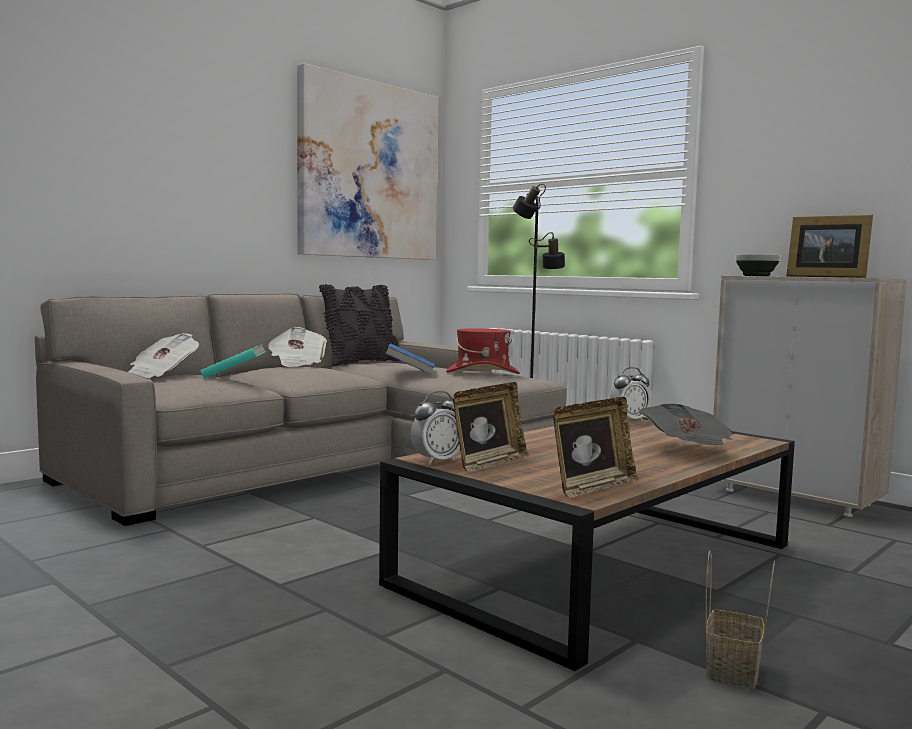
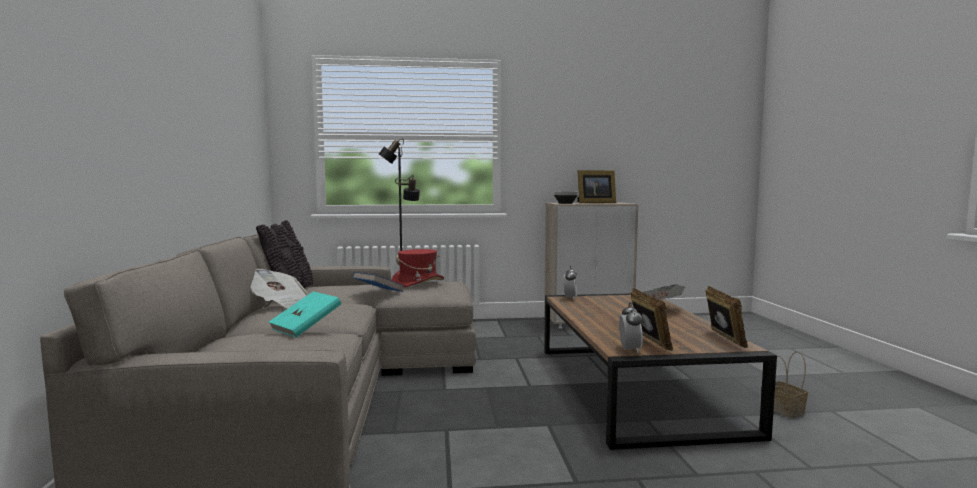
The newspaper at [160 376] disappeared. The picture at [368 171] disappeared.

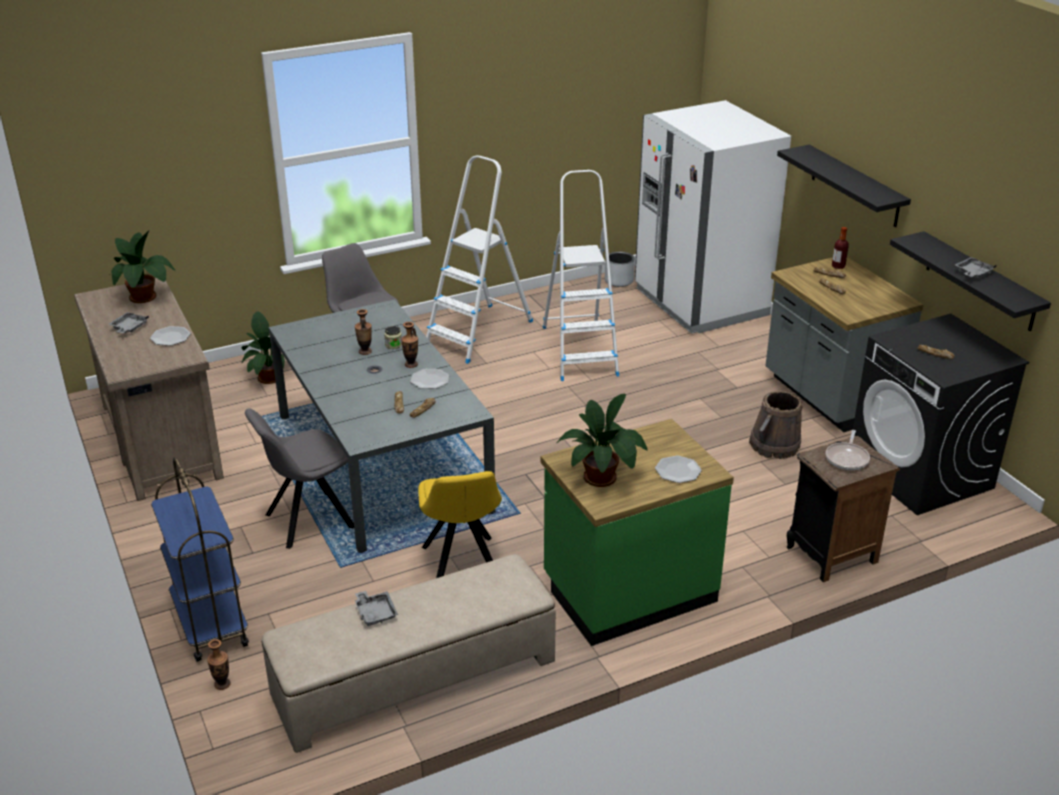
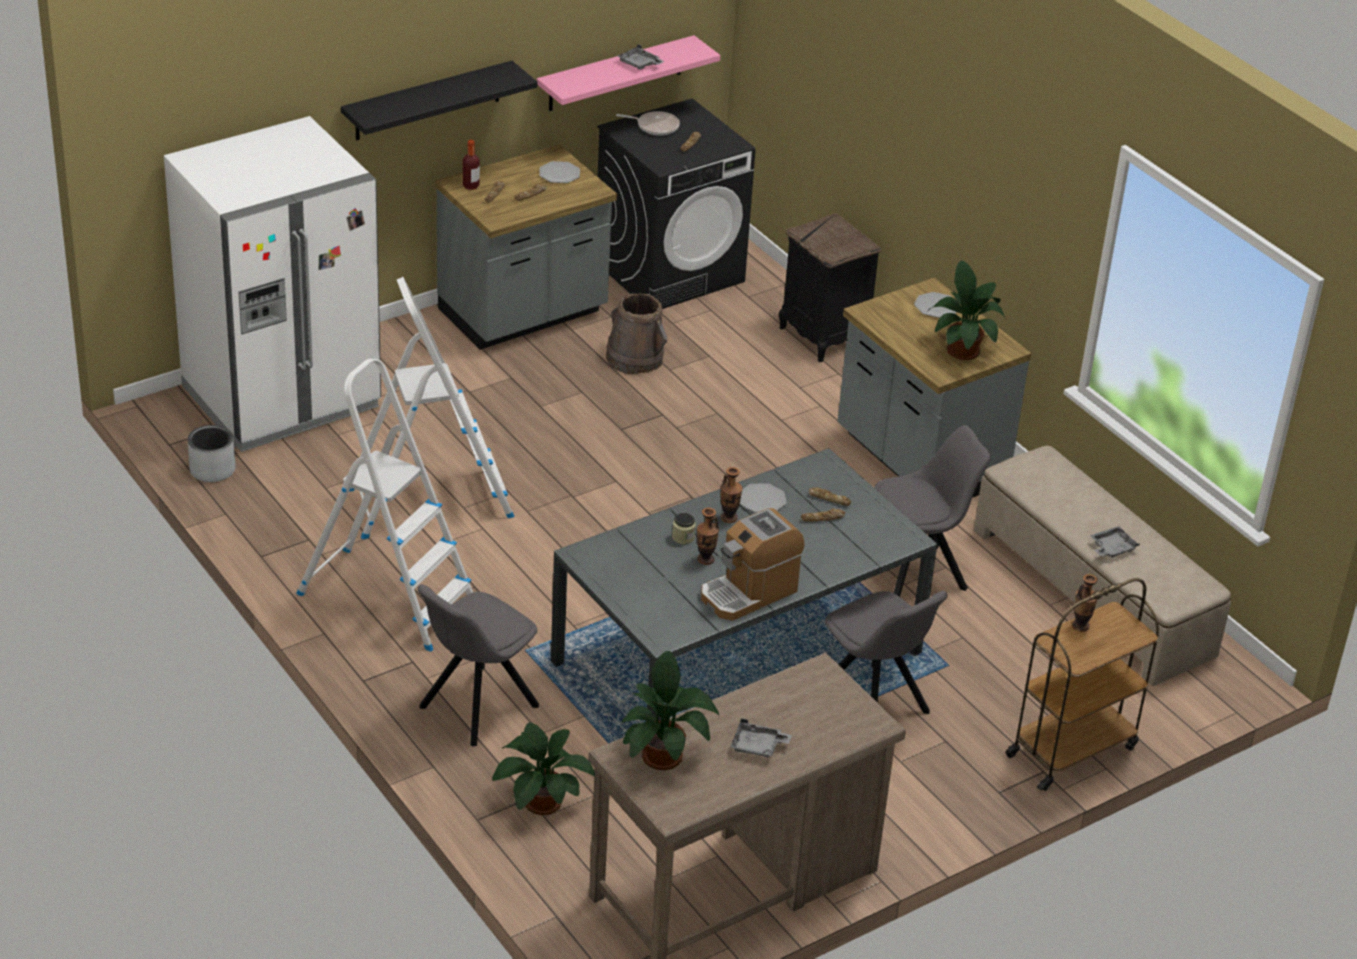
The shelf (black) at [980 281] became the shelf (pink) at [616 74]. The plate moved from [170 337] to [559 174]. The frying pan moved from [847 458] to [655 126]. The coffee machine at [748 592] appeared. The counter (green) at [628 590] became the counter (grey) at [918 461]. The chair (yellow) at [462 565] became the chair (grey) at [915 574]. The cart (blue) at [209 623] became the cart (brown) at [1073 751]. The vase moved from [222 684] to [1080 626].

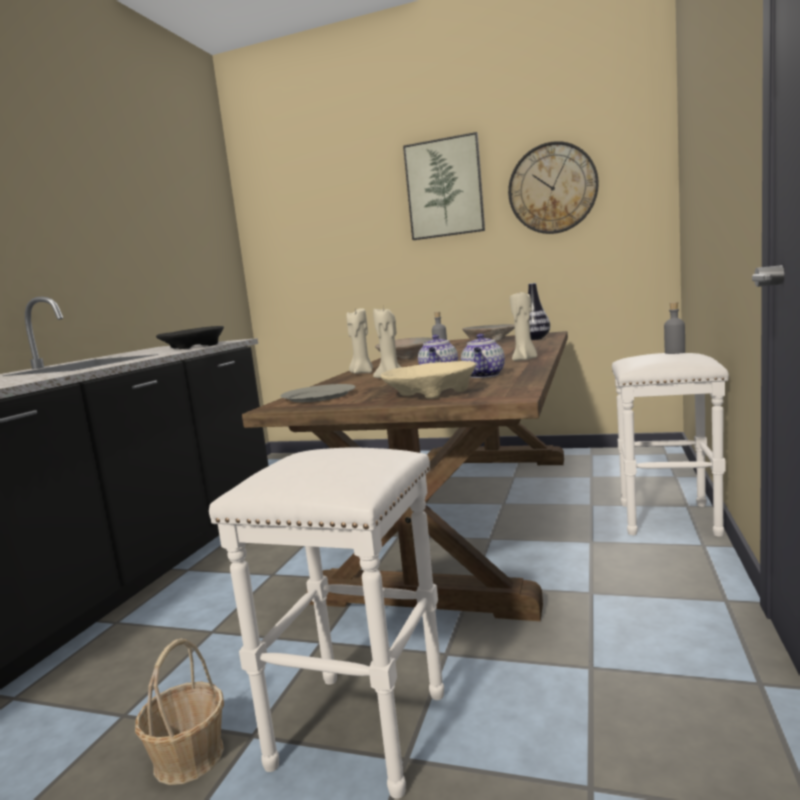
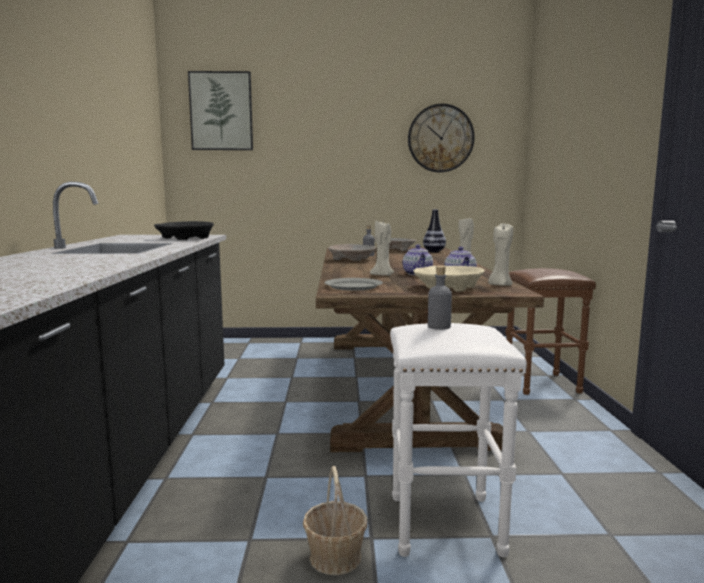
The picture moved from [444 188] to [221 111]. The bottle (grey) moved from [675 352] to [439 327]. The candle (beige) moved from [362 373] to [499 285]. The stool (white) at [670 519] became the stool (brown) at [543 384].

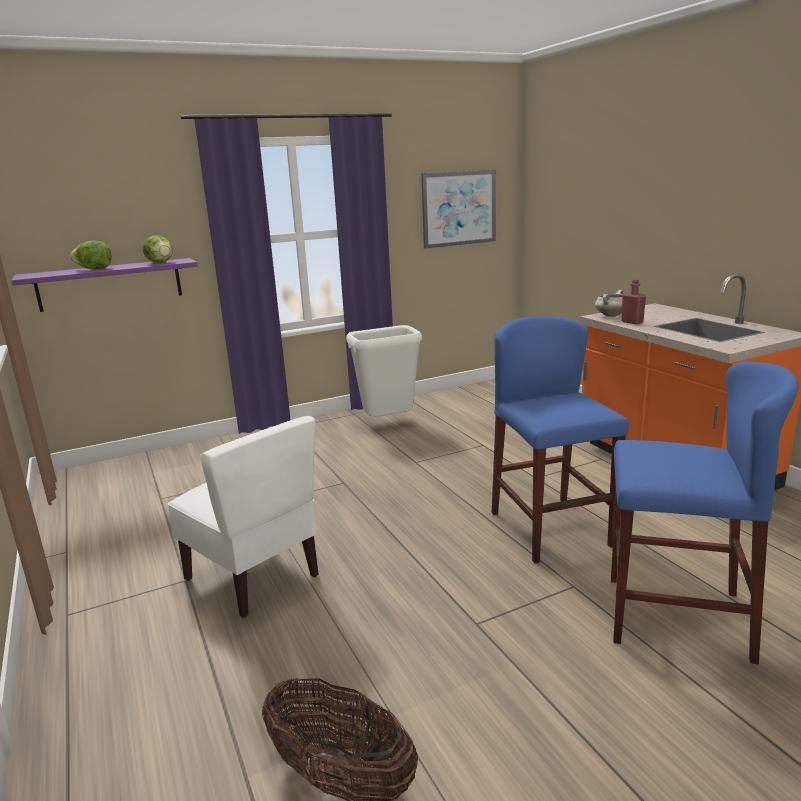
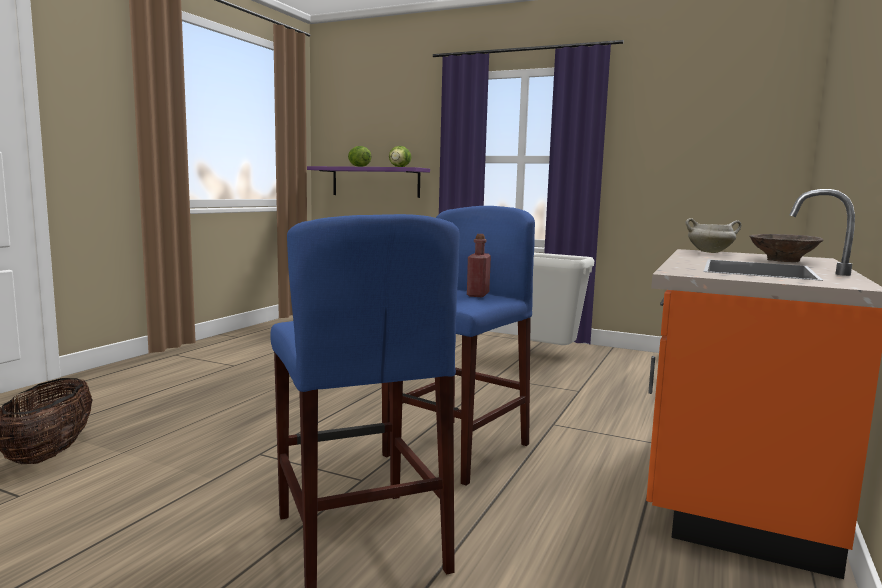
The bottle (red) moved from [632 322] to [478 295]. The bowl (brown) at [782 260] appeared. The chair (white) at [254 576] disappeared. The picture at [459 208] disappeared.

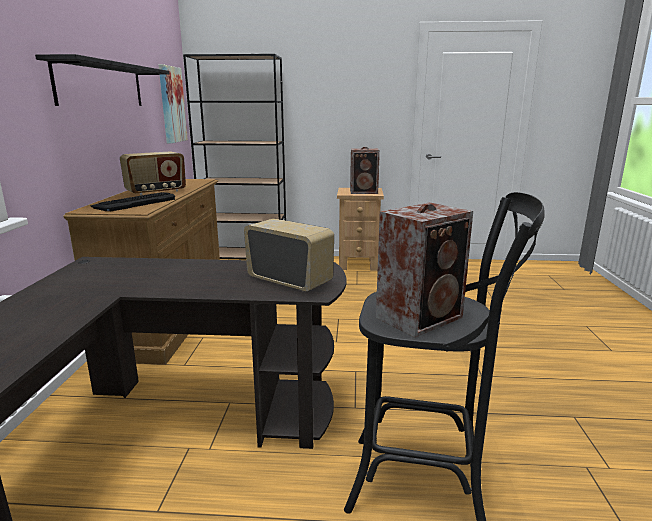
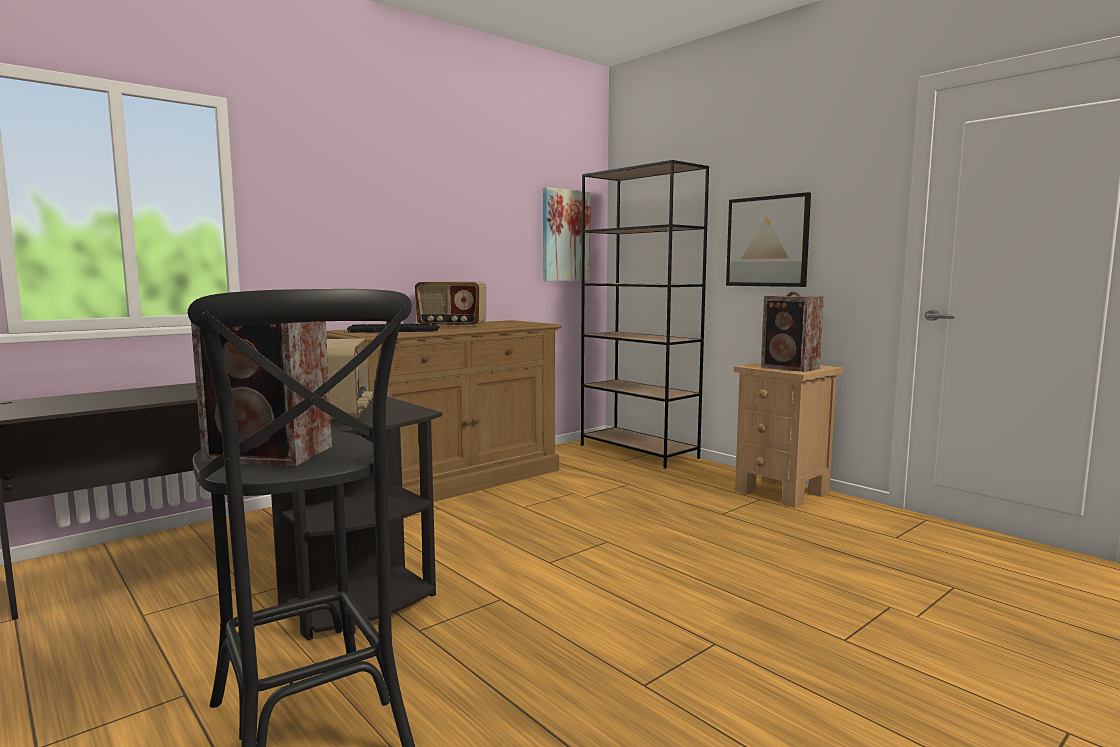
The picture at [767 241] appeared. The shelf (black) at [101 85] disappeared.

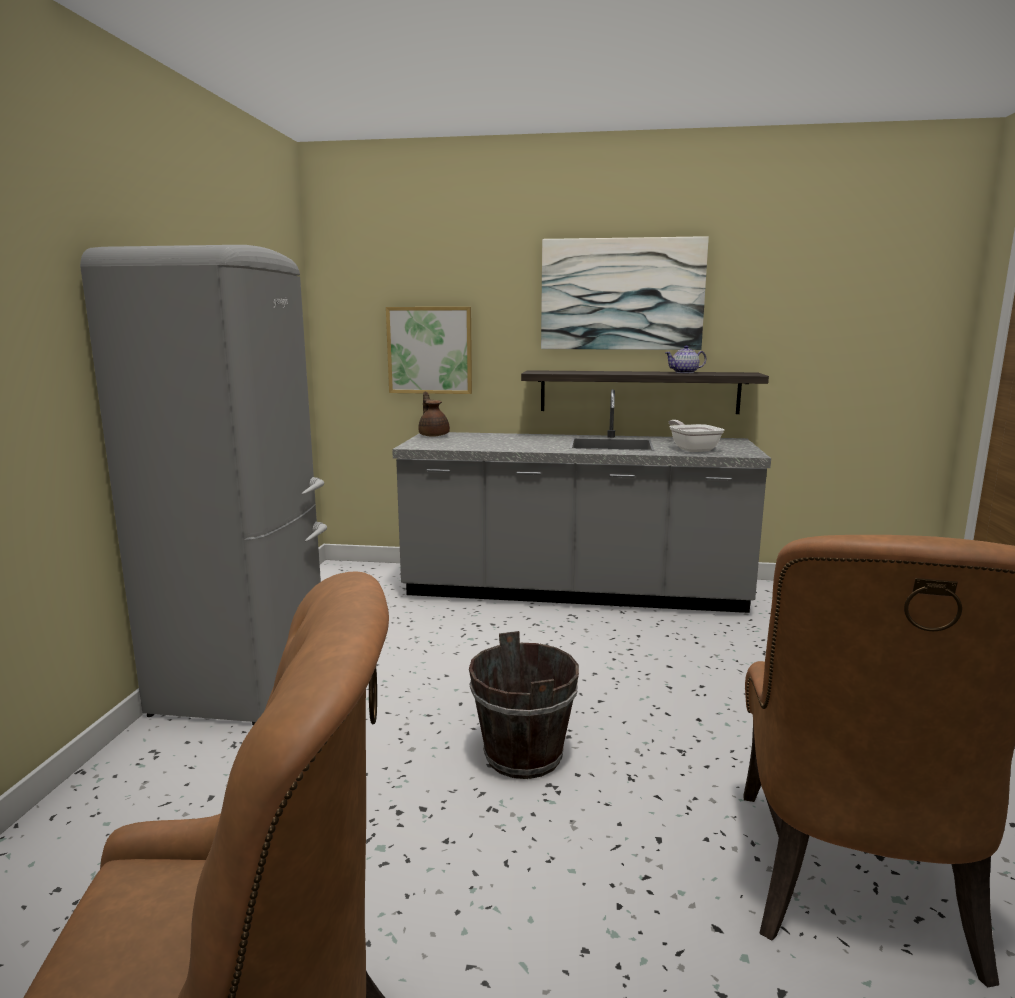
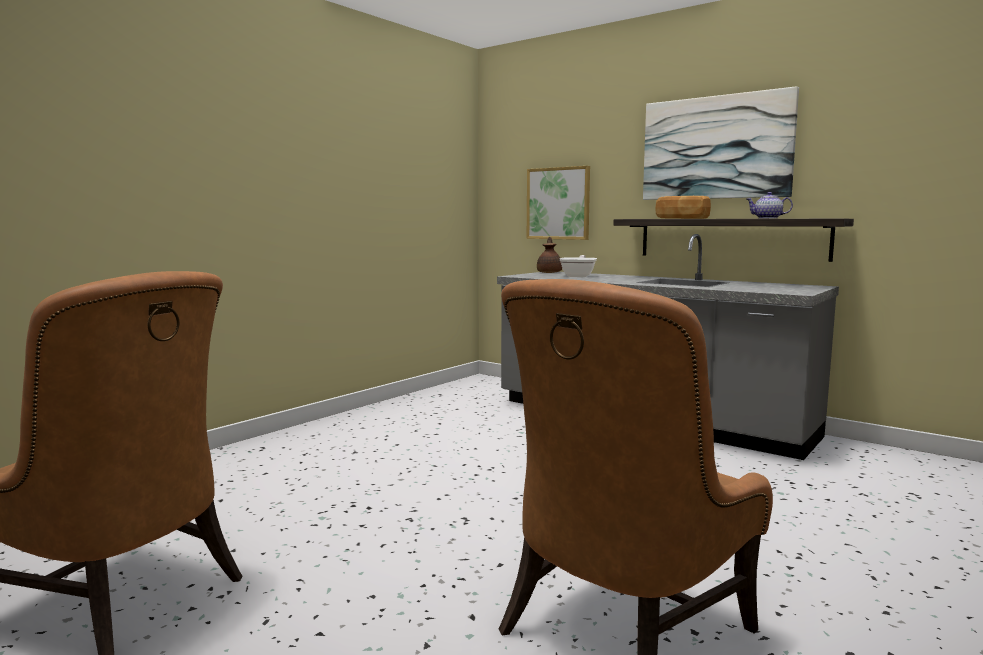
The frying pan moved from [692 449] to [579 276]. The bread at [681 218] appeared. The fridge (grey) at [247 686] disappeared. The bucket (brown) at [522 756] disappeared.

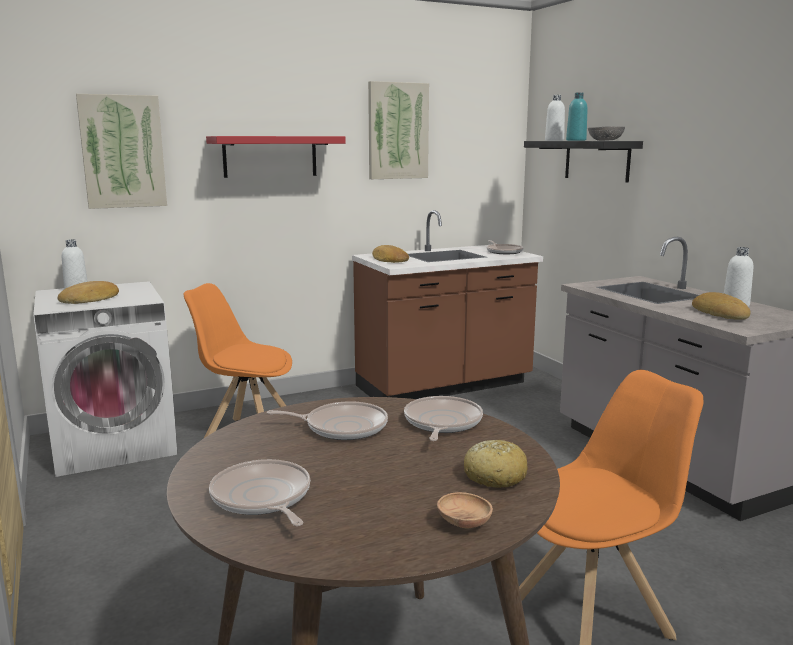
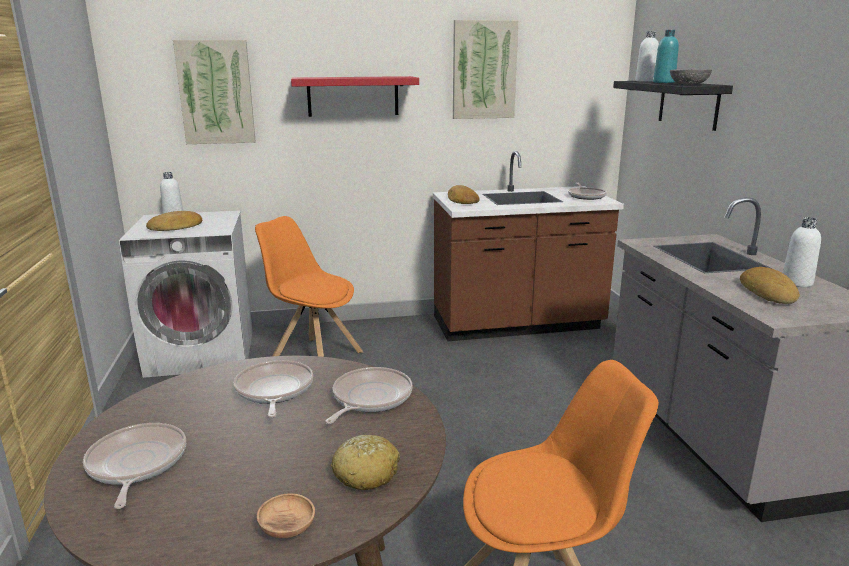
The frying pan at [342 427] turned 120 degrees counterclockwise.

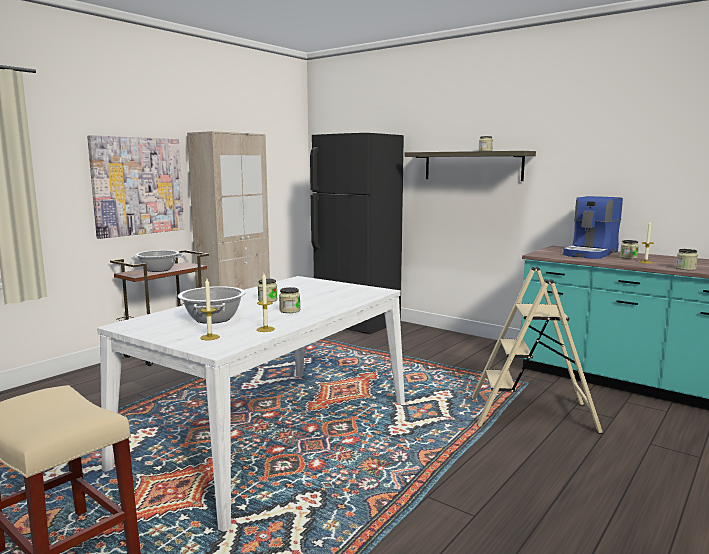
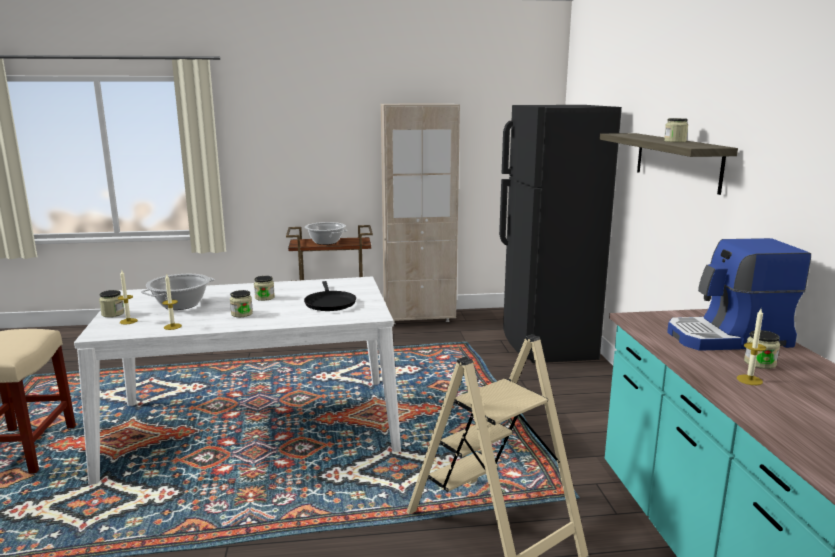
The jar moved from [685 268] to [113 314]. The frying pan (black) at [329 303] appeared. The picture at [137 186] disappeared.

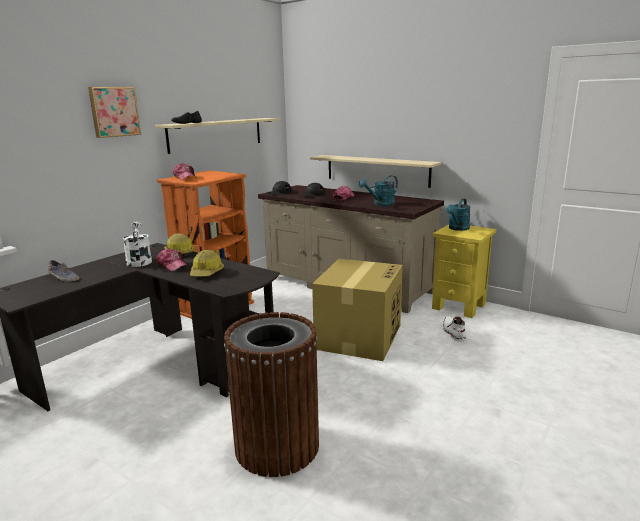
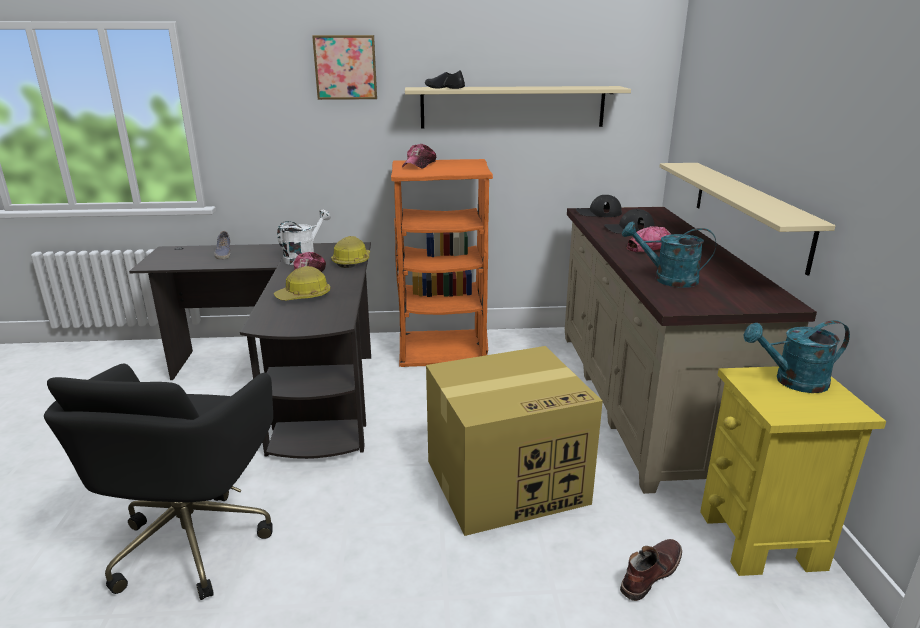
The trash can (brown) at [277 446] was replaced by the office chair (black) at [195 540]. The boot (white) at [453 332] became the boot (brown) at [649 573].

